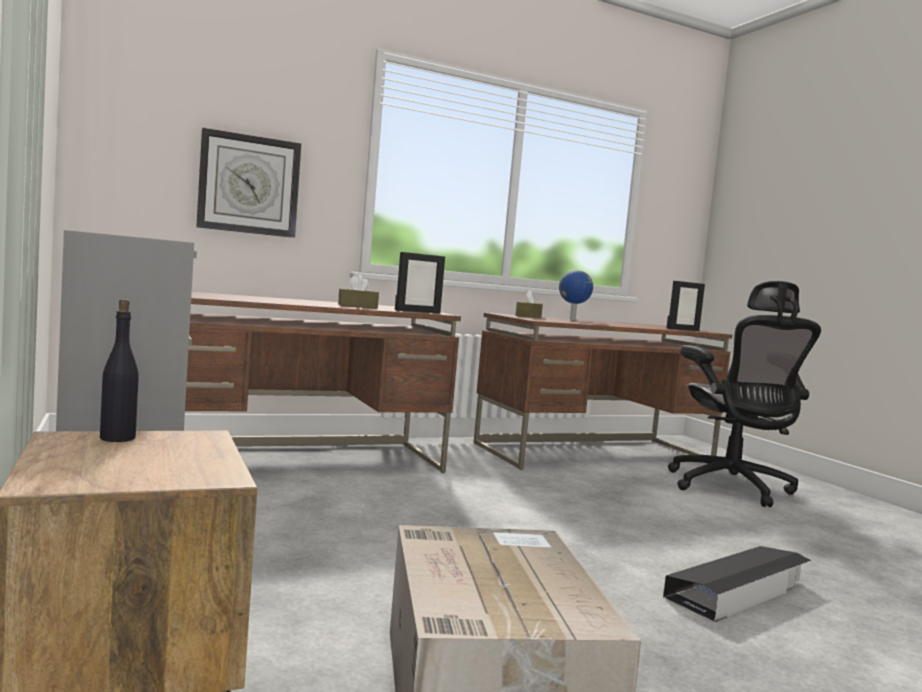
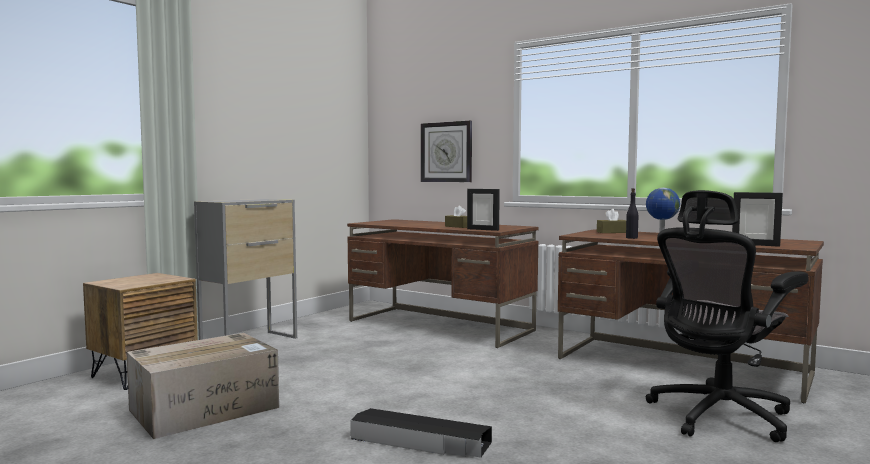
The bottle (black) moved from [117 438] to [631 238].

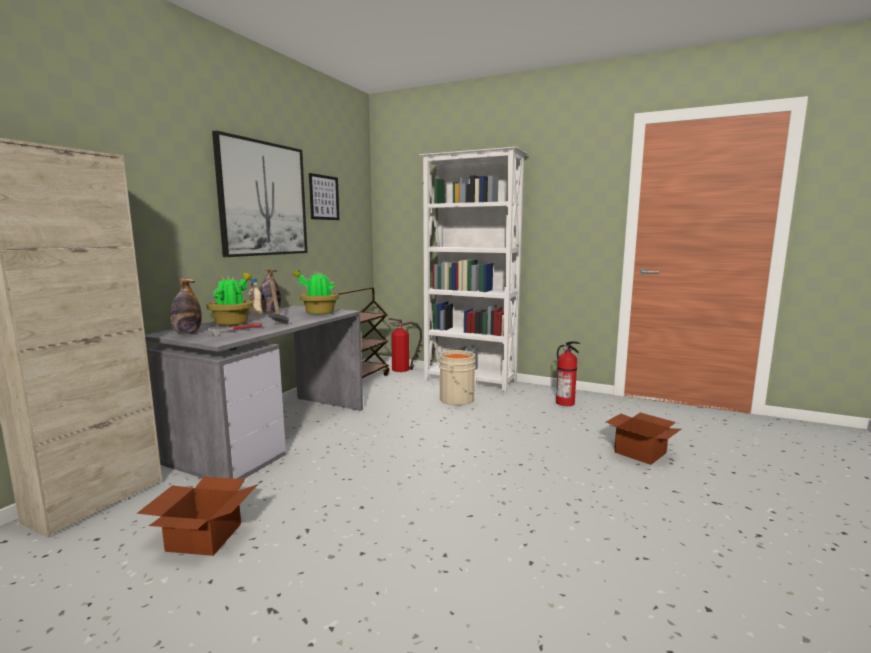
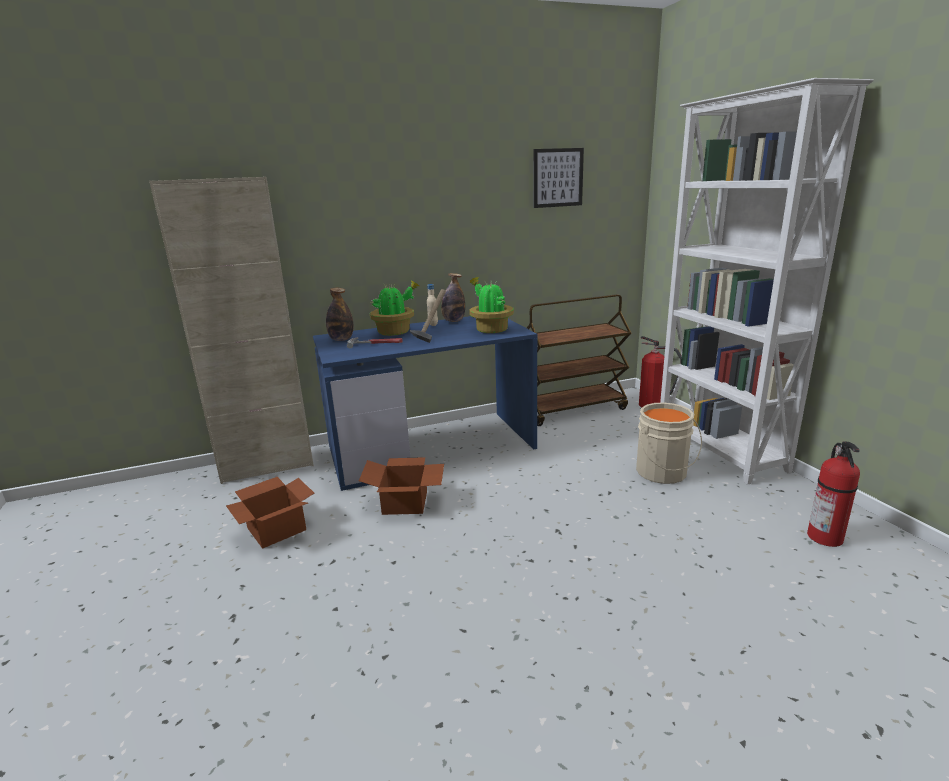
The desk (grey) at [272 432] became the desk (blue) at [431 446]. The cardboard box moved from [641 452] to [406 503]. The picture at [263 199] disappeared.

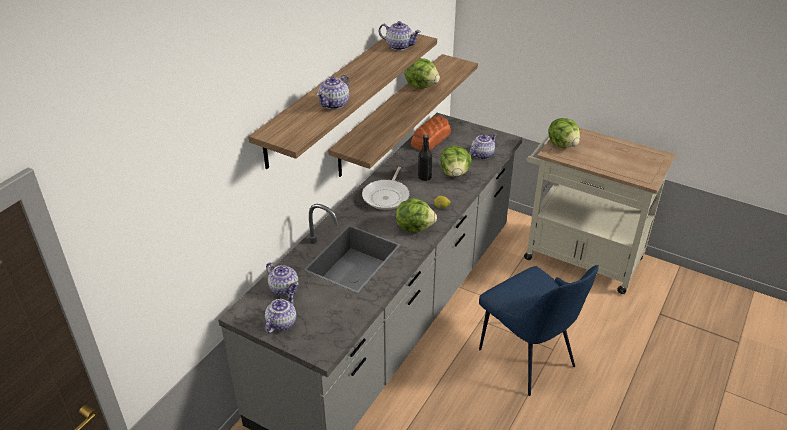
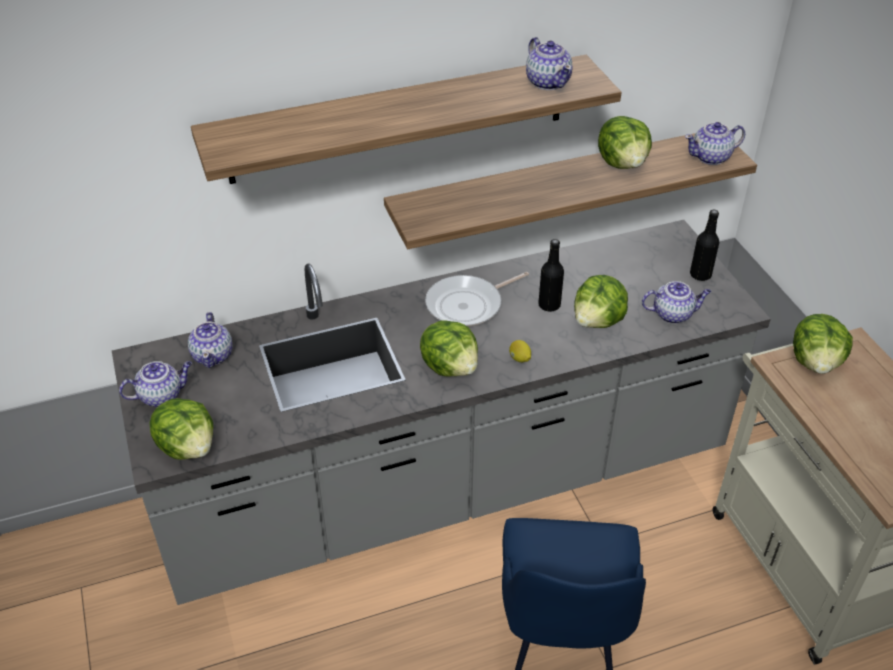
The lettuce at [188 447] appeared. The teapot moved from [334 104] to [711 157]. The bottle (black) at [700 275] appeared. The bread at [430 139] disappeared.

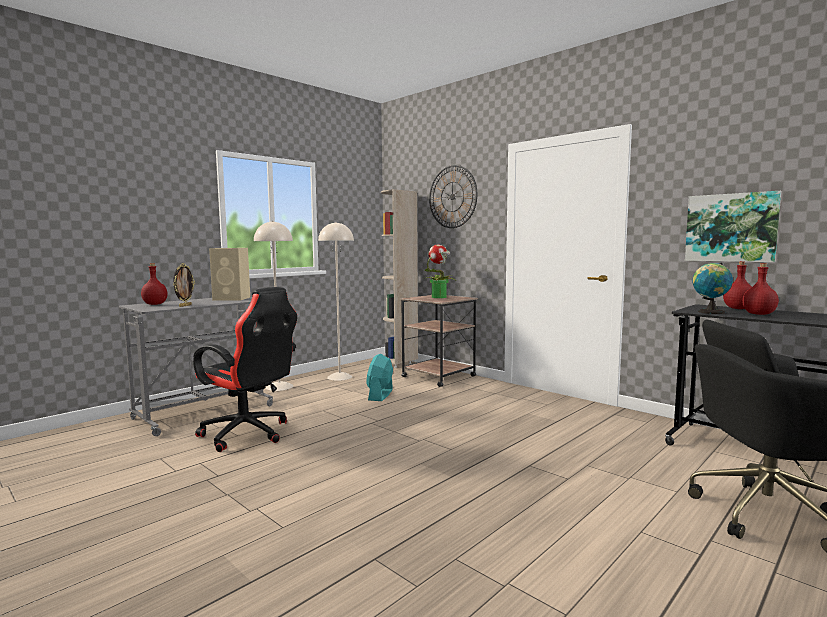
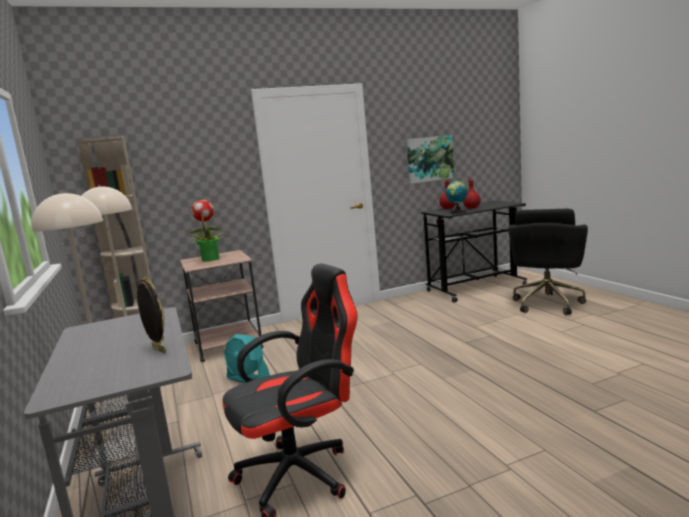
The bottle (red) at [155 304] disappeared. The speaker (beige) at [232 298] disappeared. The wall clock at [452 196] disappeared.

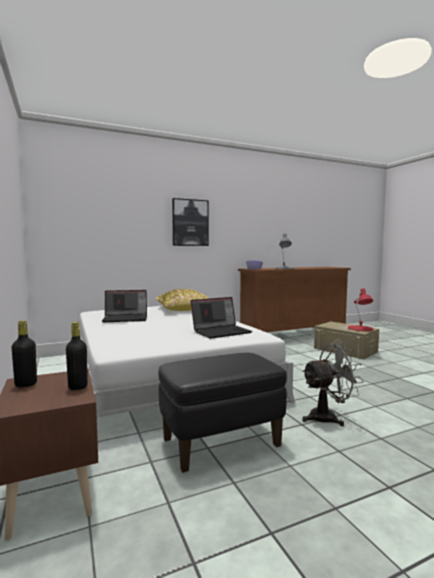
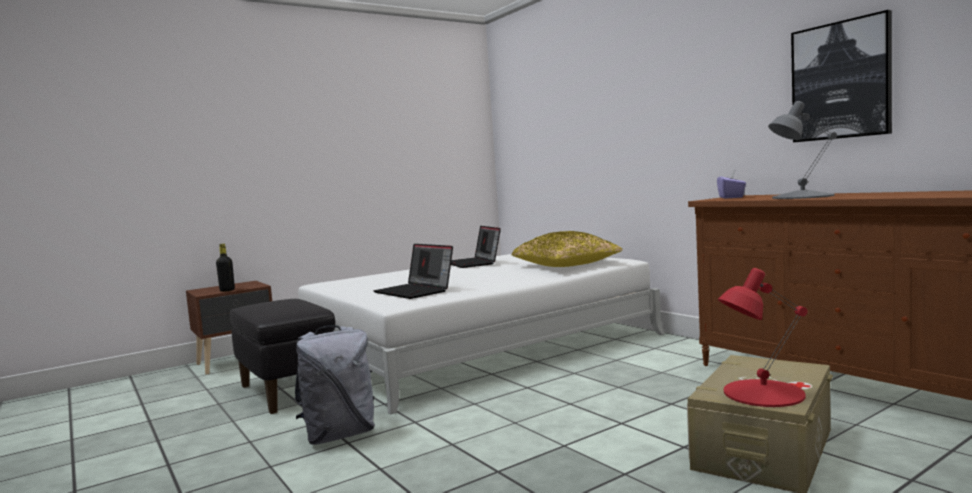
The fan (grey) at [328 417] was replaced by the backpack (grey) at [339 435]. The picture moved from [190 222] to [841 80]. The bottle (black) at [26 384] disappeared.

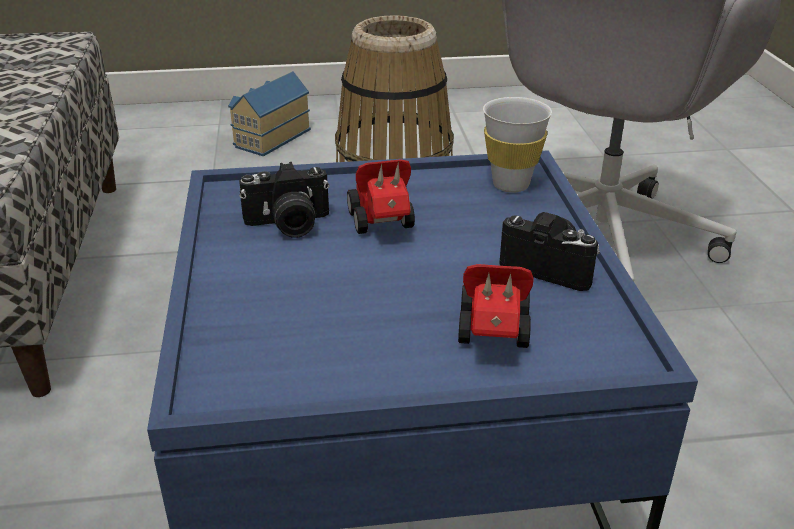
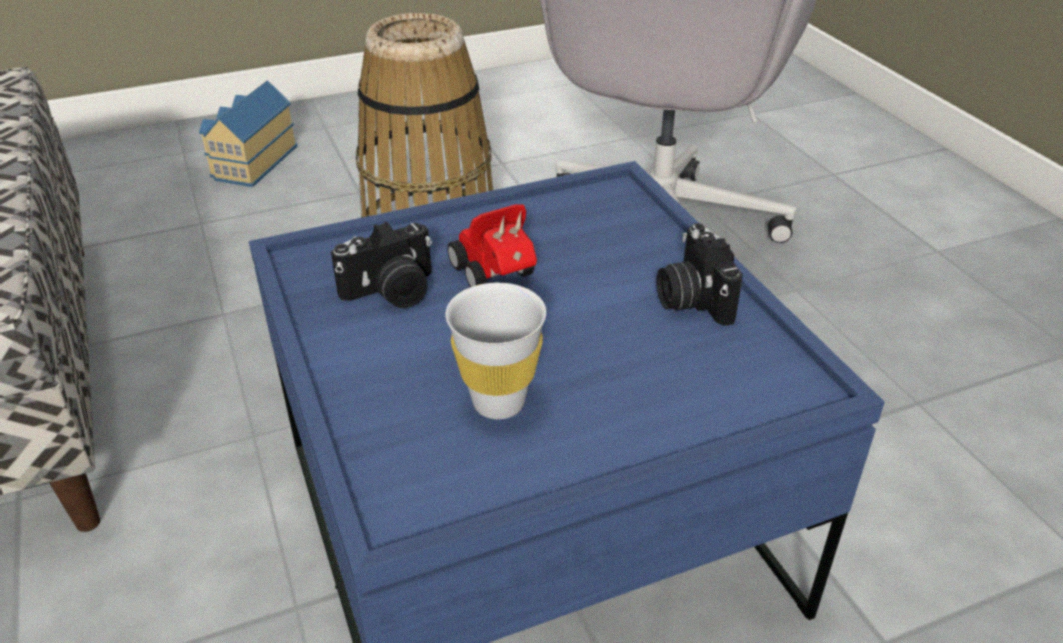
The cup (white) moved from [511 185] to [498 402]. The photo camera at [550 267] turned 120 degrees counterclockwise. The toy car at [493 338] disappeared.

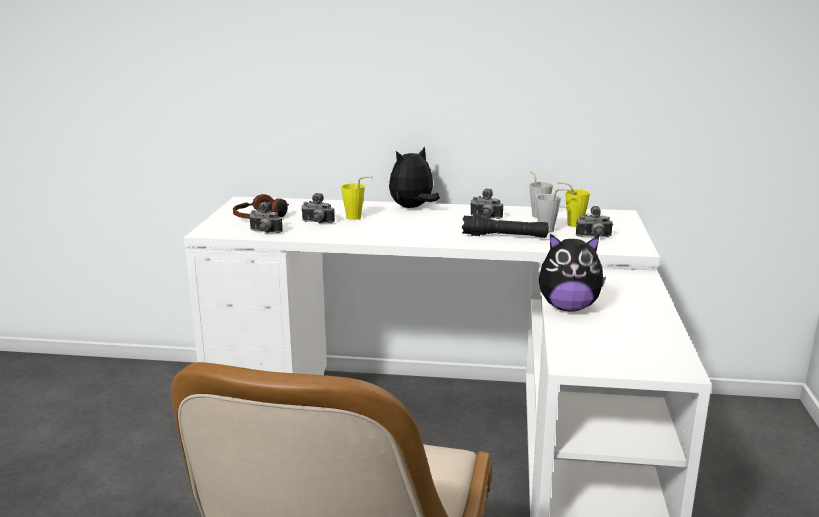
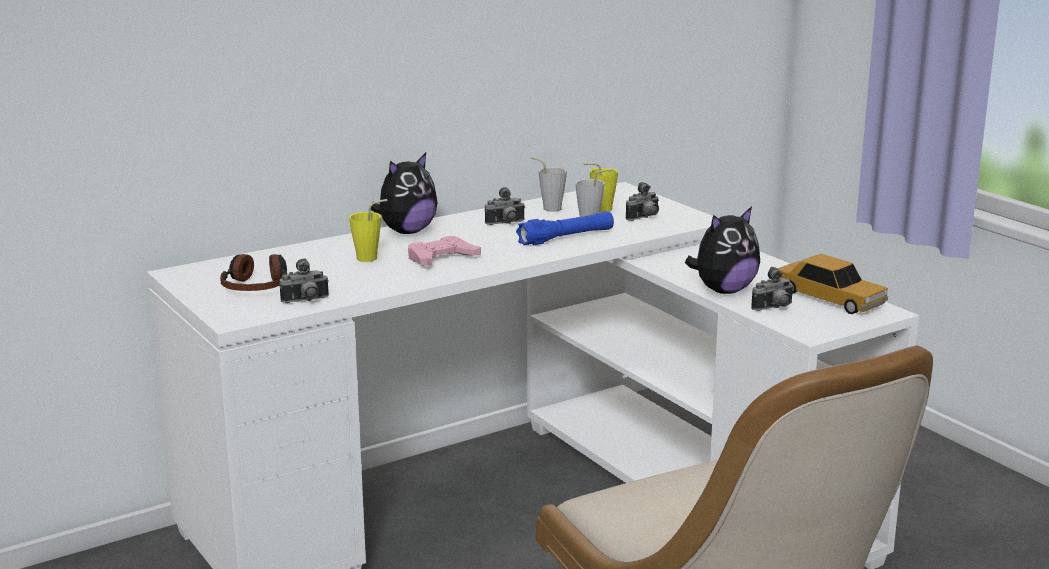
The plush toy at [412 208] turned 150 degrees counterclockwise. The game controller (pink) at [441 258] appeared. The flashlight (black) at [504 236] became the flashlight (blue) at [566 238]. The photo camera moved from [317 223] to [774 308]. The toy car at [829 298] appeared.

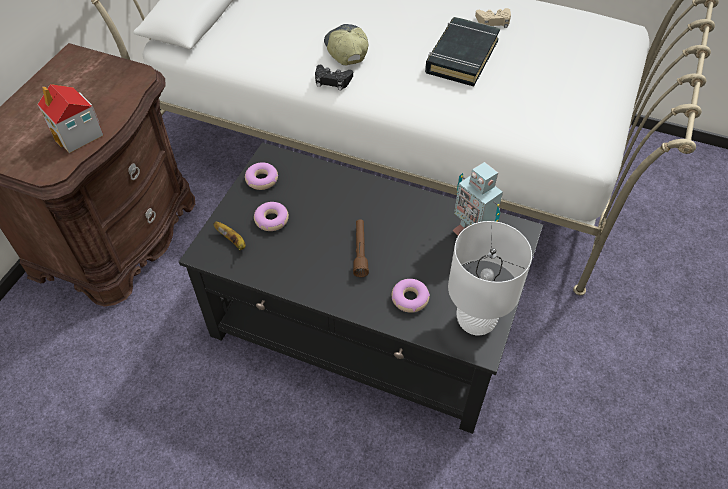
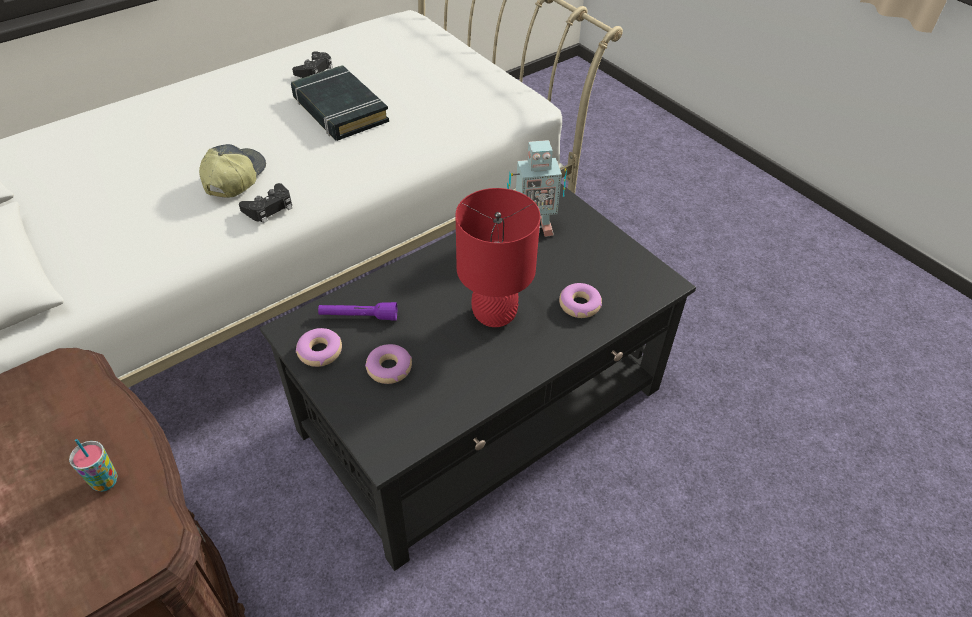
The toy house at [78 134] was replaced by the cup at [105 482]. The cap at [345 50] turned 90 degrees clockwise. The game controller (beige) at [493 21] became the game controller (black) at [314 70]. The flashlight (purple) at [358 316] appeared. The flashlight (brown) at [360 251] was replaced by the table lamp (red) at [493 314]. The banana at [233 241] disappeared. The table lamp (white) at [476 321] disappeared.

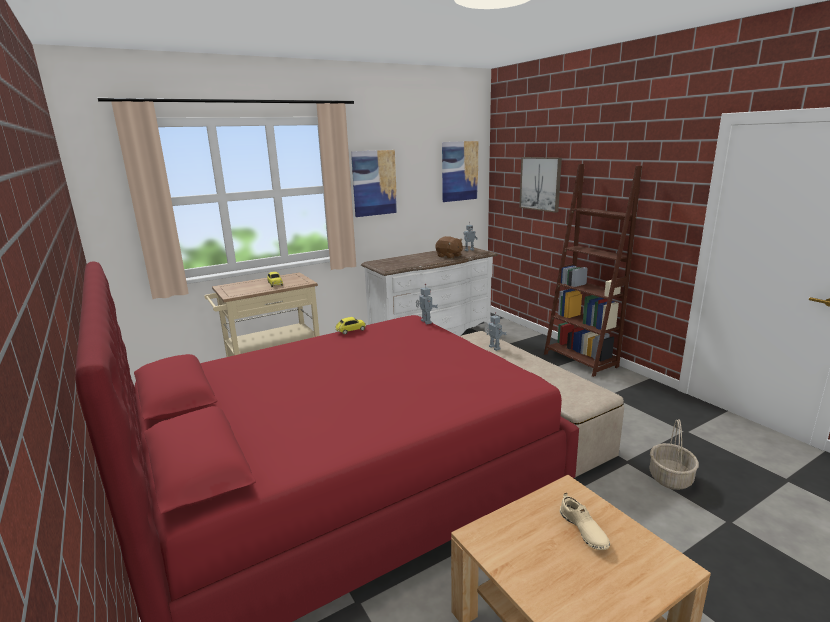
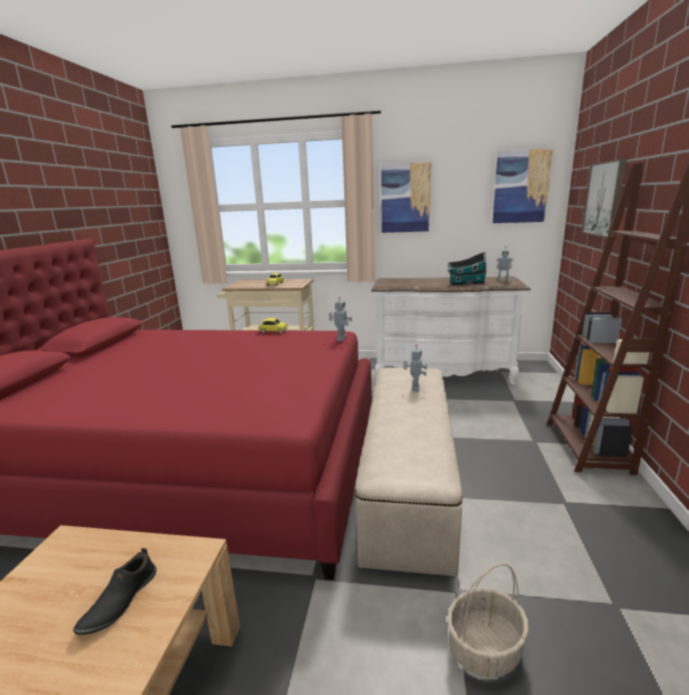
The shoe (beige) at [583 530] became the shoe (black) at [119 601]. The plush toy (brown) at [449 256] was replaced by the toy house at [466 283].

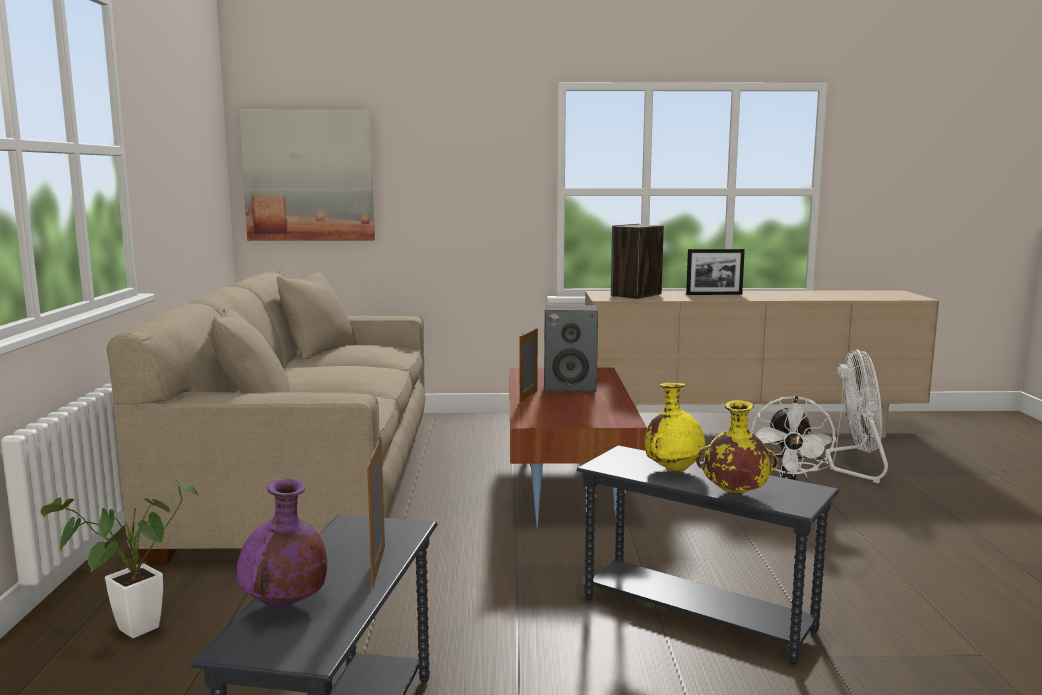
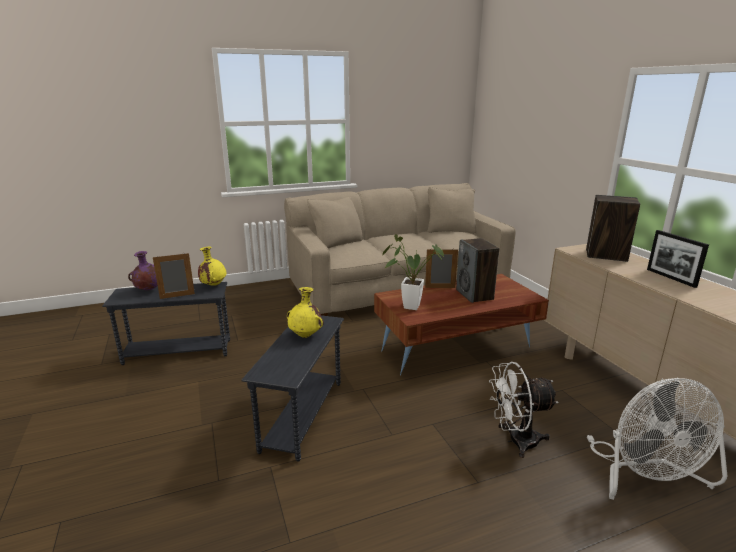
The vase (yellow) moved from [734 494] to [213 285]. The potted plant moved from [129 632] to [407 306]. The picture at [309 176] disappeared.

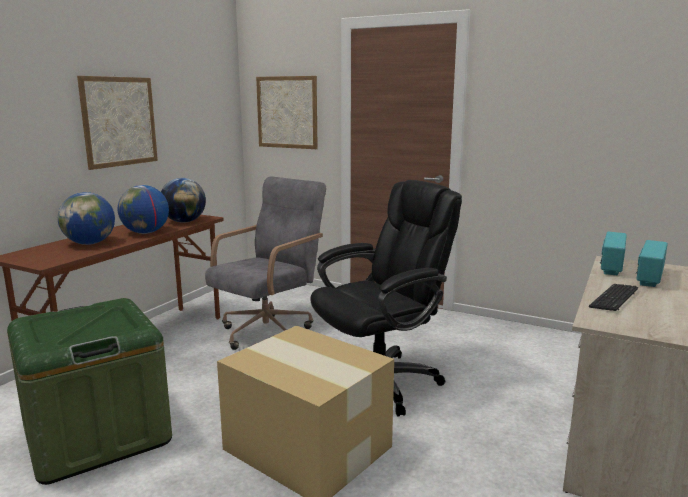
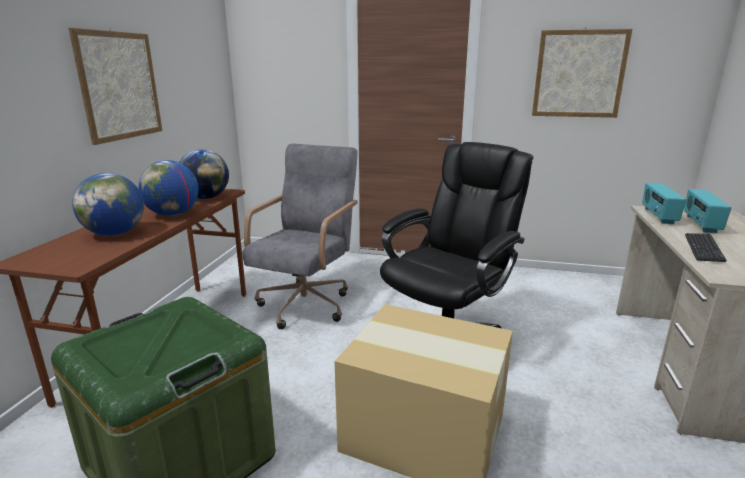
The picture moved from [287 111] to [579 73].

